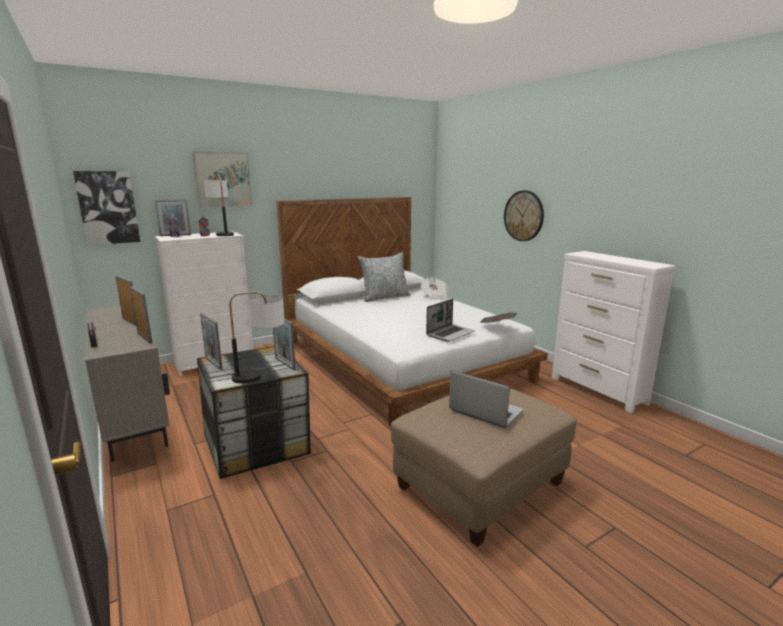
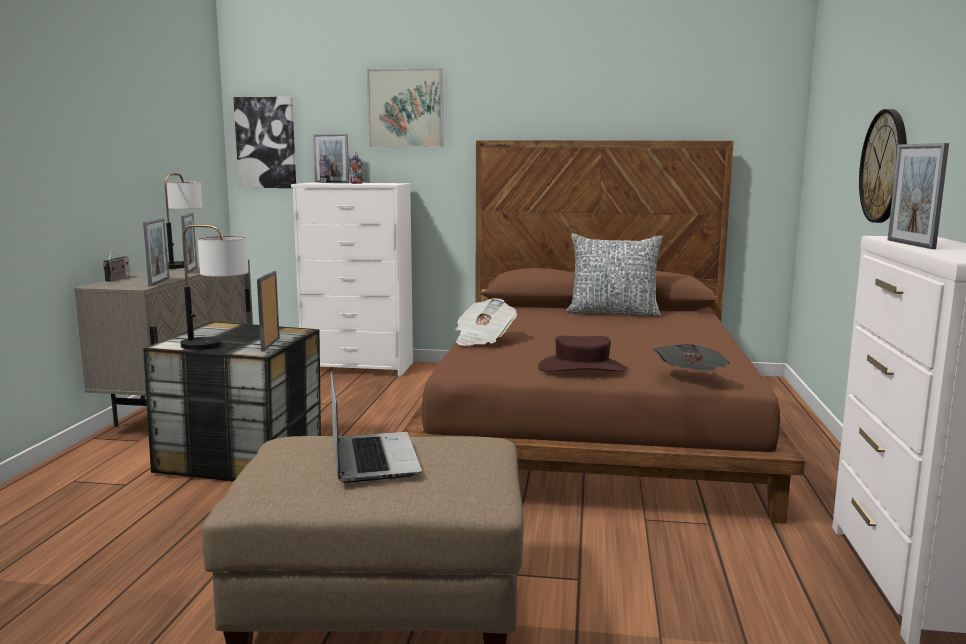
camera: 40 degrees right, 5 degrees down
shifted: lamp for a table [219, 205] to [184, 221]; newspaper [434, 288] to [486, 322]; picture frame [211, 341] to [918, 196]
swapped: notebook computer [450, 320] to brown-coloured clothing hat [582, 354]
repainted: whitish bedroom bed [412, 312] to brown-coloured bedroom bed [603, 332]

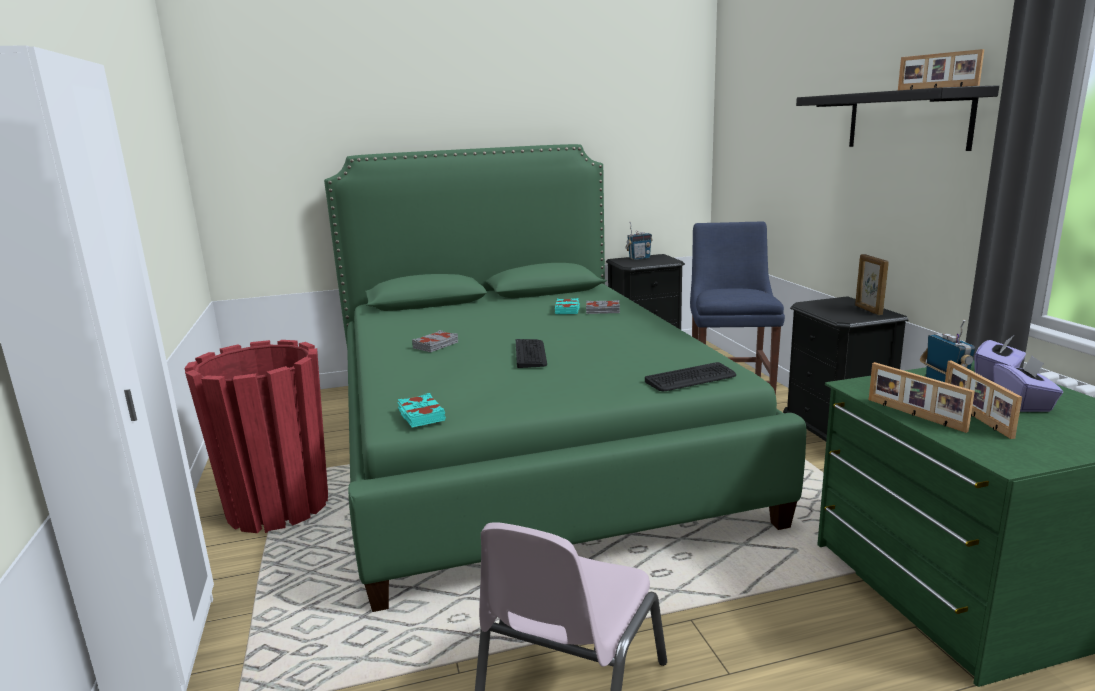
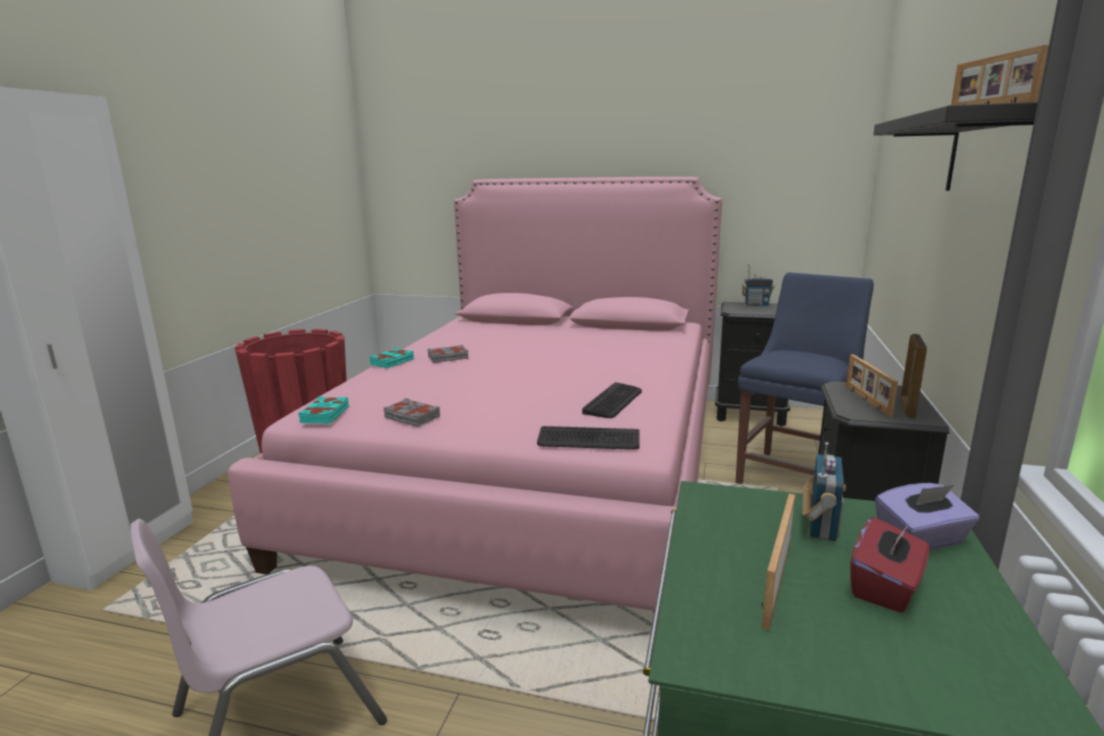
camera: 30 degrees right, 0 degrees up
shifted: blue-green volume [567, 306] to [391, 358]; grey volume [603, 307] to [411, 412]; PC keyboard [531, 353] to [612, 400]; picture frame [922, 397] to [872, 385]
repainted: greenish bedroom bed [565, 378] to pinkish bedroom bed [475, 394]; purplish tissue box [1028, 383] to red tissue box [889, 565]

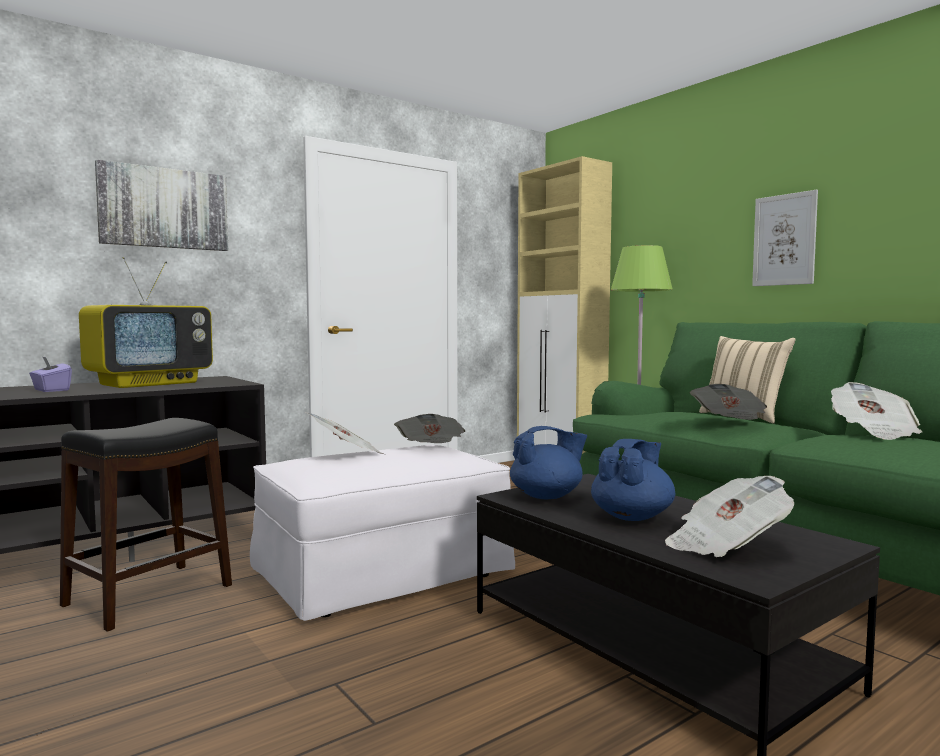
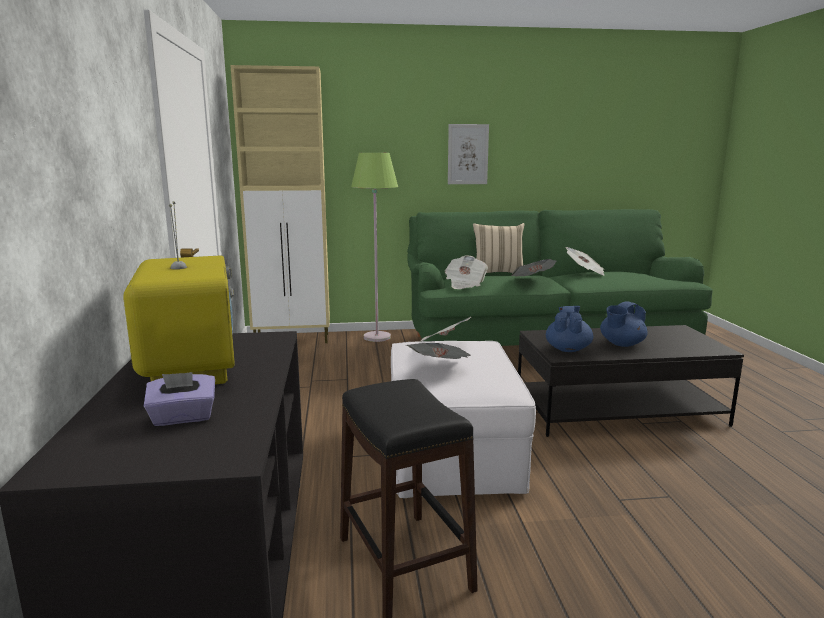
camera: 60 degrees left, 10 degrees up
gone: picture [161, 205]
shifted: newspaper [729, 516] to [466, 272]
rotated: blue-coloured teapot [633, 480] = [624, 324] 105 degrees counterclockwise

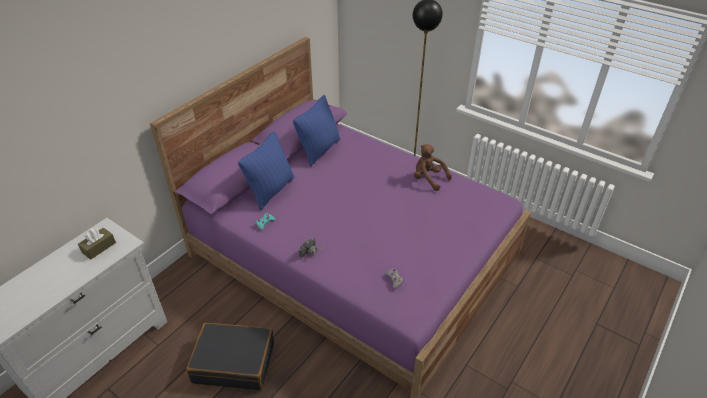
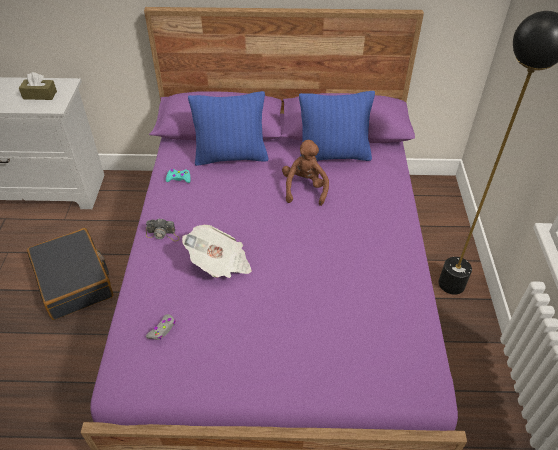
camera: 55 degrees right, 5 degrees up
new: newspaper [217, 251]
shifted: brown-coloured cuddly toy [433, 167] to [305, 173]

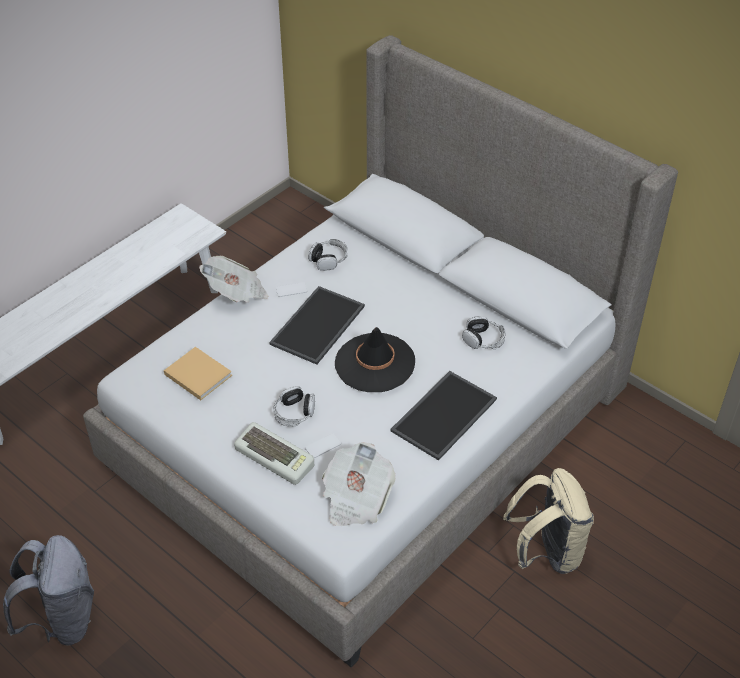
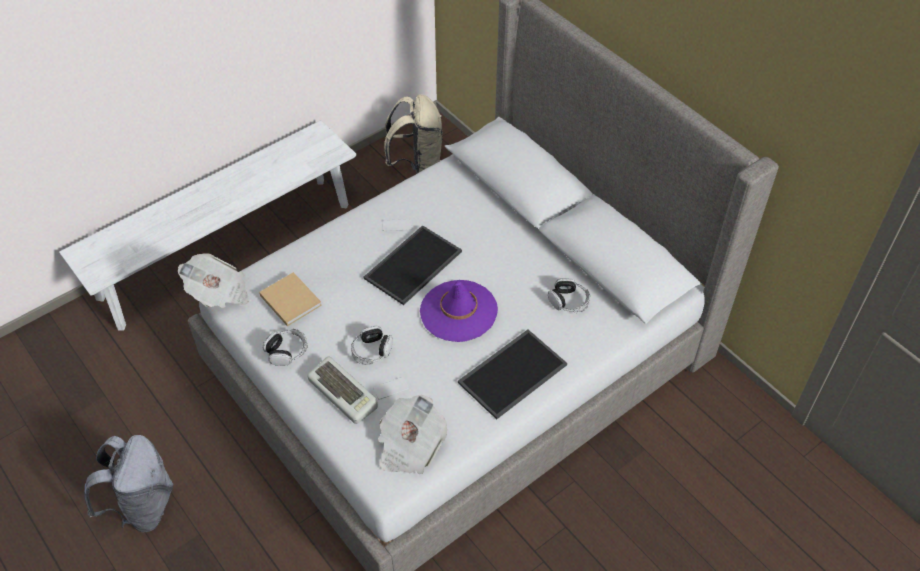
camera: 10 degrees right, 5 degrees up
shifted: pair of headphones [327, 255] to [285, 347]; newspaper [234, 279] to [213, 280]; beige knapsack [548, 521] to [413, 134]
repainted: black clothing hat [375, 359] to purplish clothing hat [459, 311]

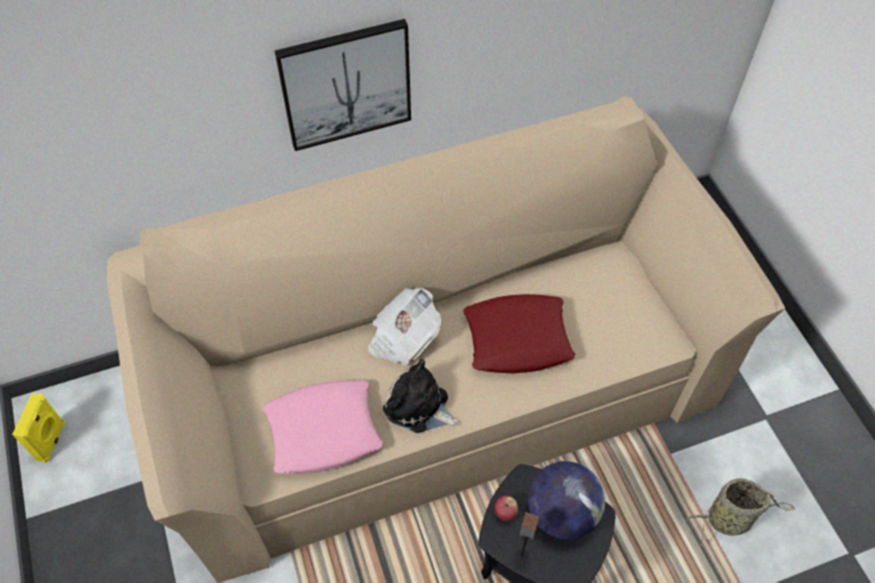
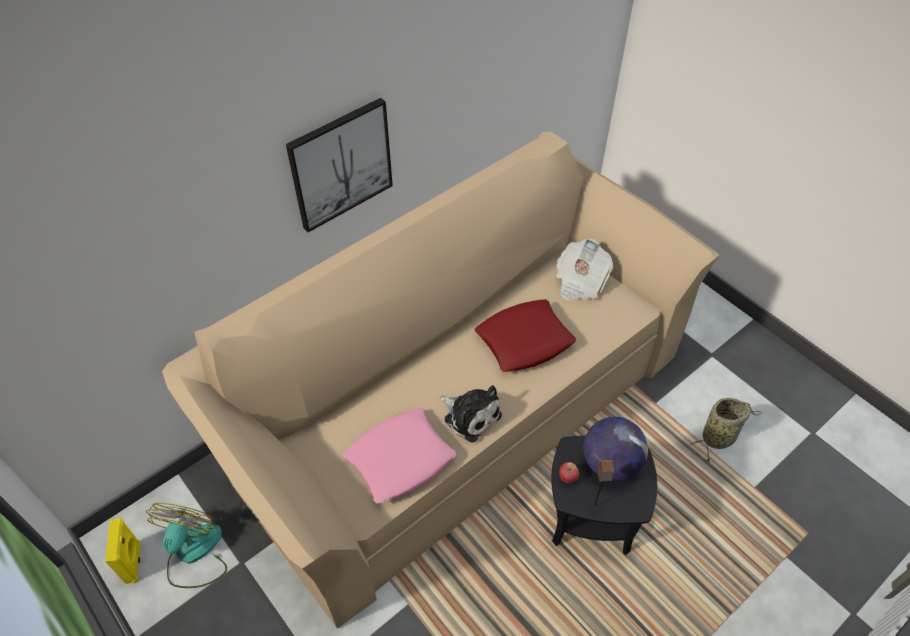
camera: 20 degrees left, 5 degrees down
new: fan [186, 545]
shifted: newspaper [404, 327] to [584, 269]
rotated: cuddly toy [421, 396] = [471, 414] 150 degrees counterclockwise

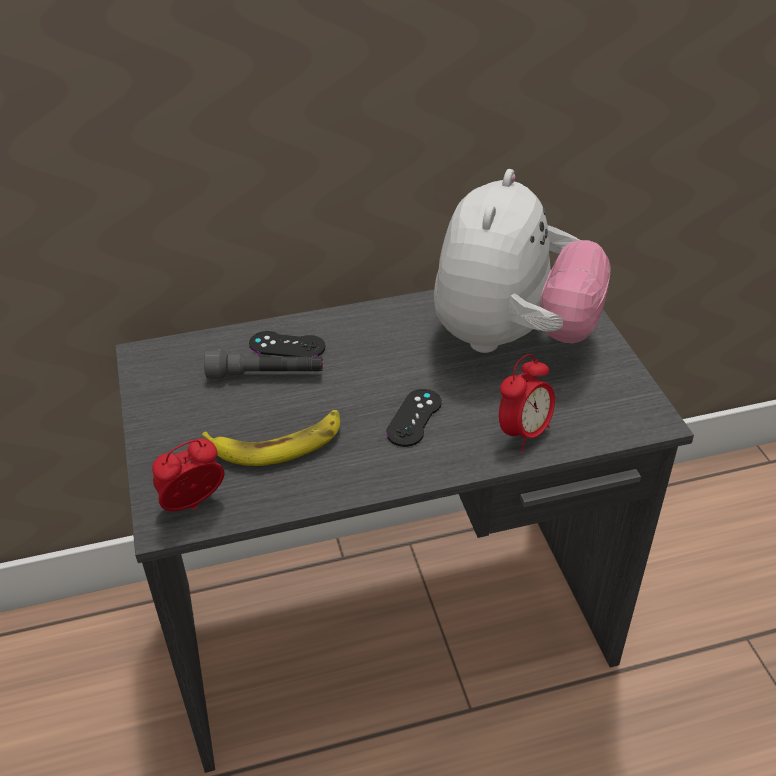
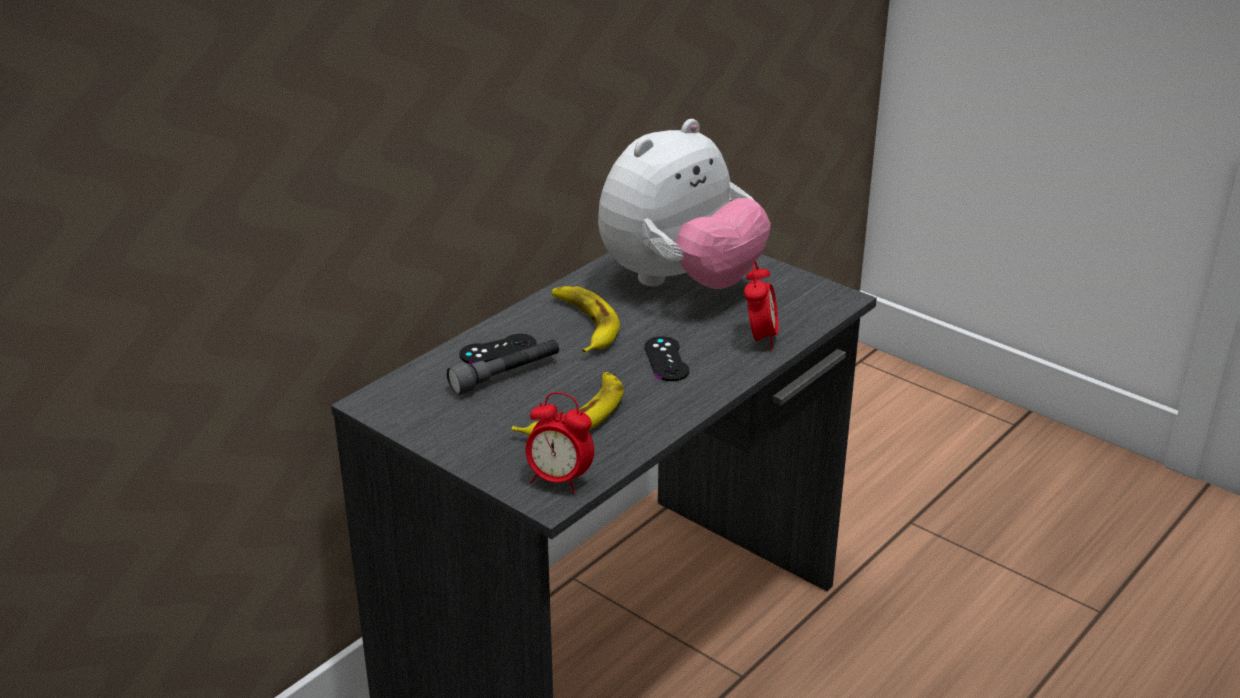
camera: 35 degrees left, 10 degrees down
new: banana fruit [586, 319]
rotated: cuddly toy [522, 261] = [684, 204] 60 degrees clockwise; alarm clock [188, 475] = [560, 442] 90 degrees counterclockwise

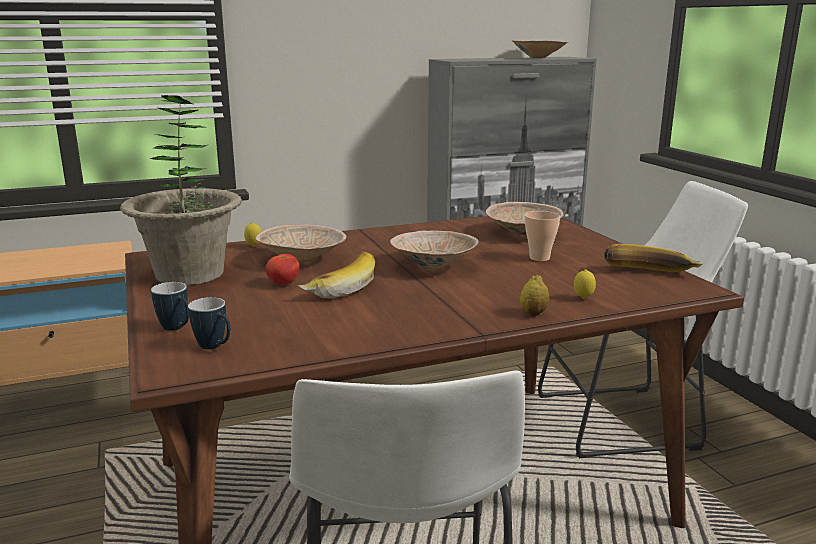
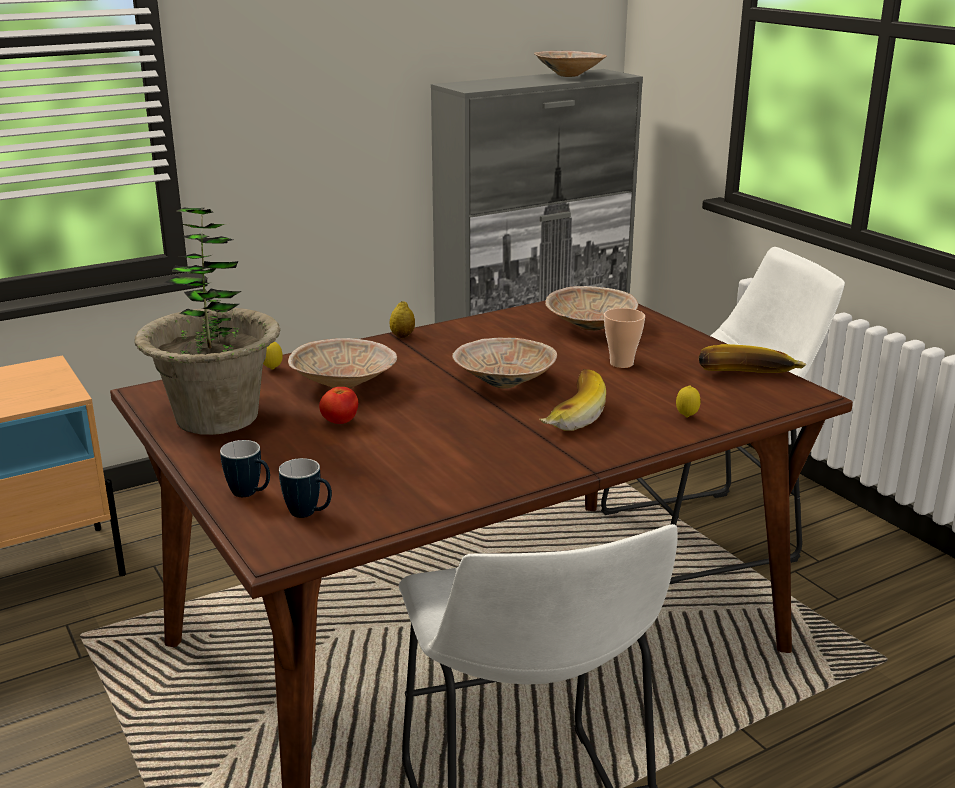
camera: 10 degrees left, 5 degrees up
shifted: banana fruit [336, 275] to [572, 400]; lemon [534, 295] to [402, 319]

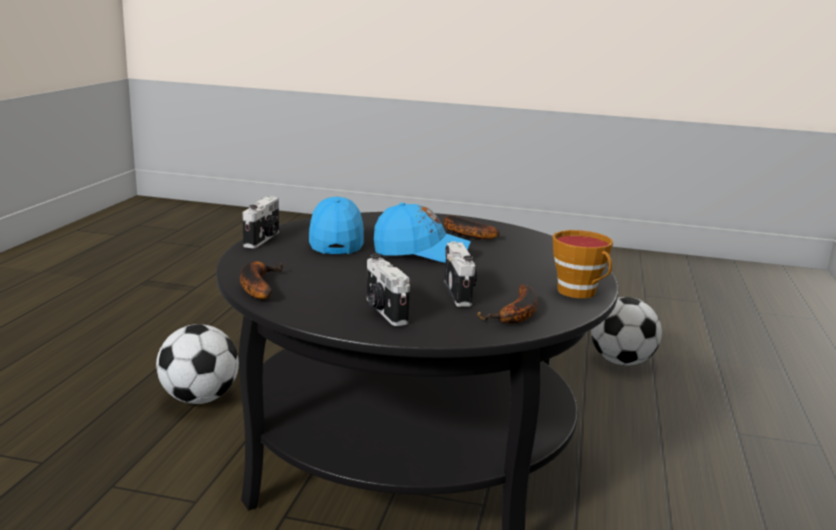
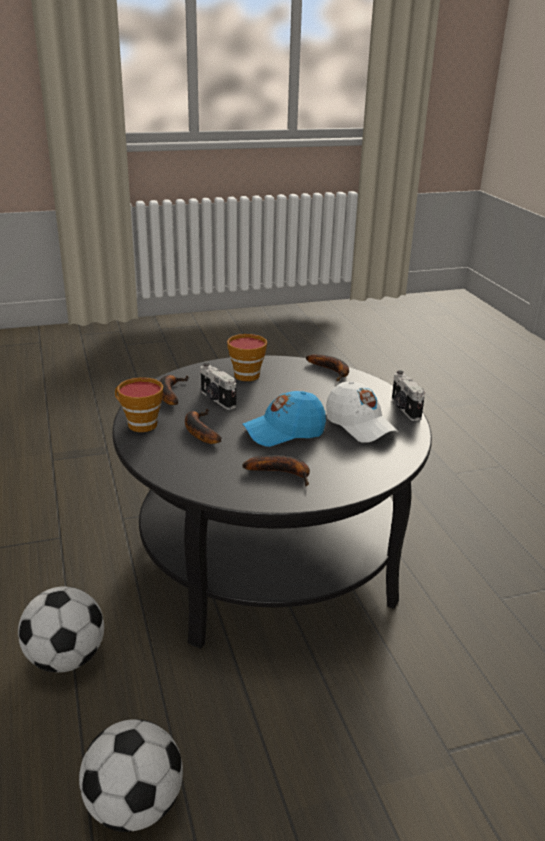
camera: 150 degrees right, 10 degrees up
new: banana fruit [203, 426]
shifted: football ball [197, 364] to [61, 629]
swapped: photo camera [388, 290] to small cup [247, 357]
repainted: blue-coloured peaked cap [336, 225] to whitish peaked cap [362, 412]

